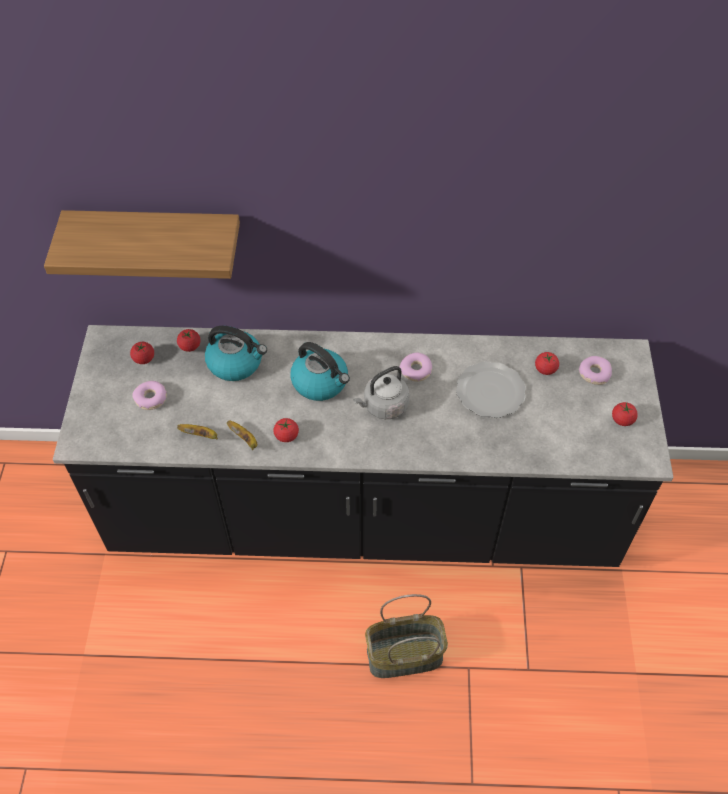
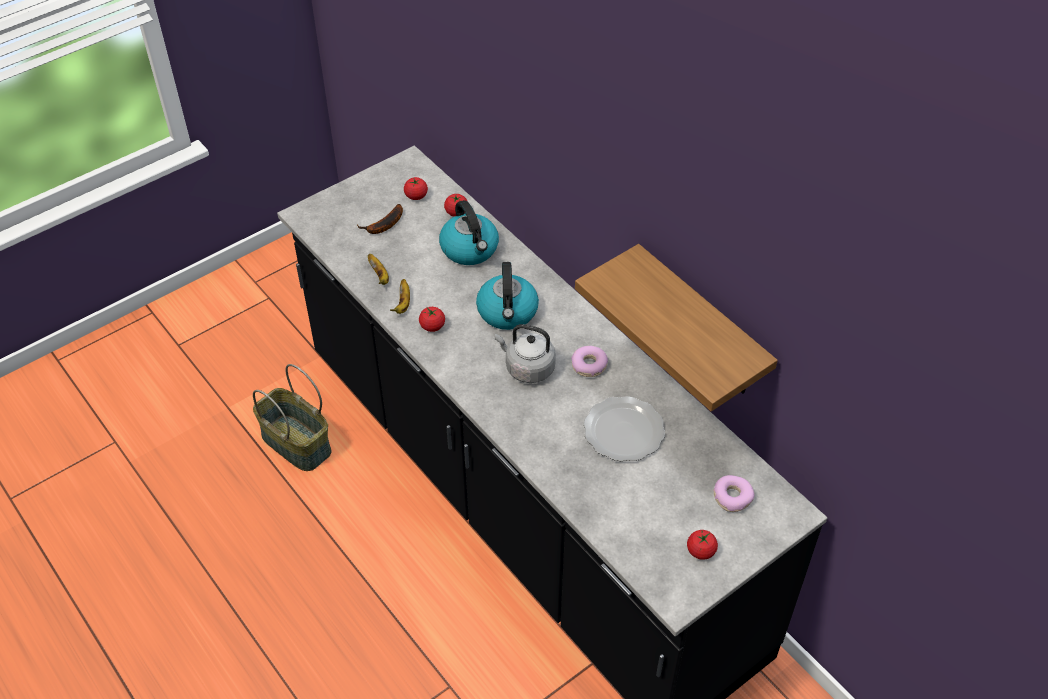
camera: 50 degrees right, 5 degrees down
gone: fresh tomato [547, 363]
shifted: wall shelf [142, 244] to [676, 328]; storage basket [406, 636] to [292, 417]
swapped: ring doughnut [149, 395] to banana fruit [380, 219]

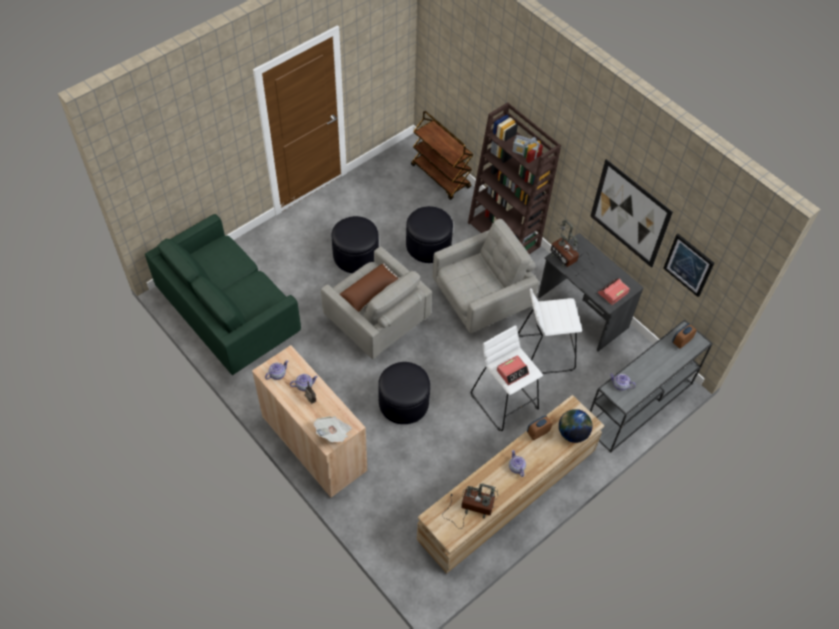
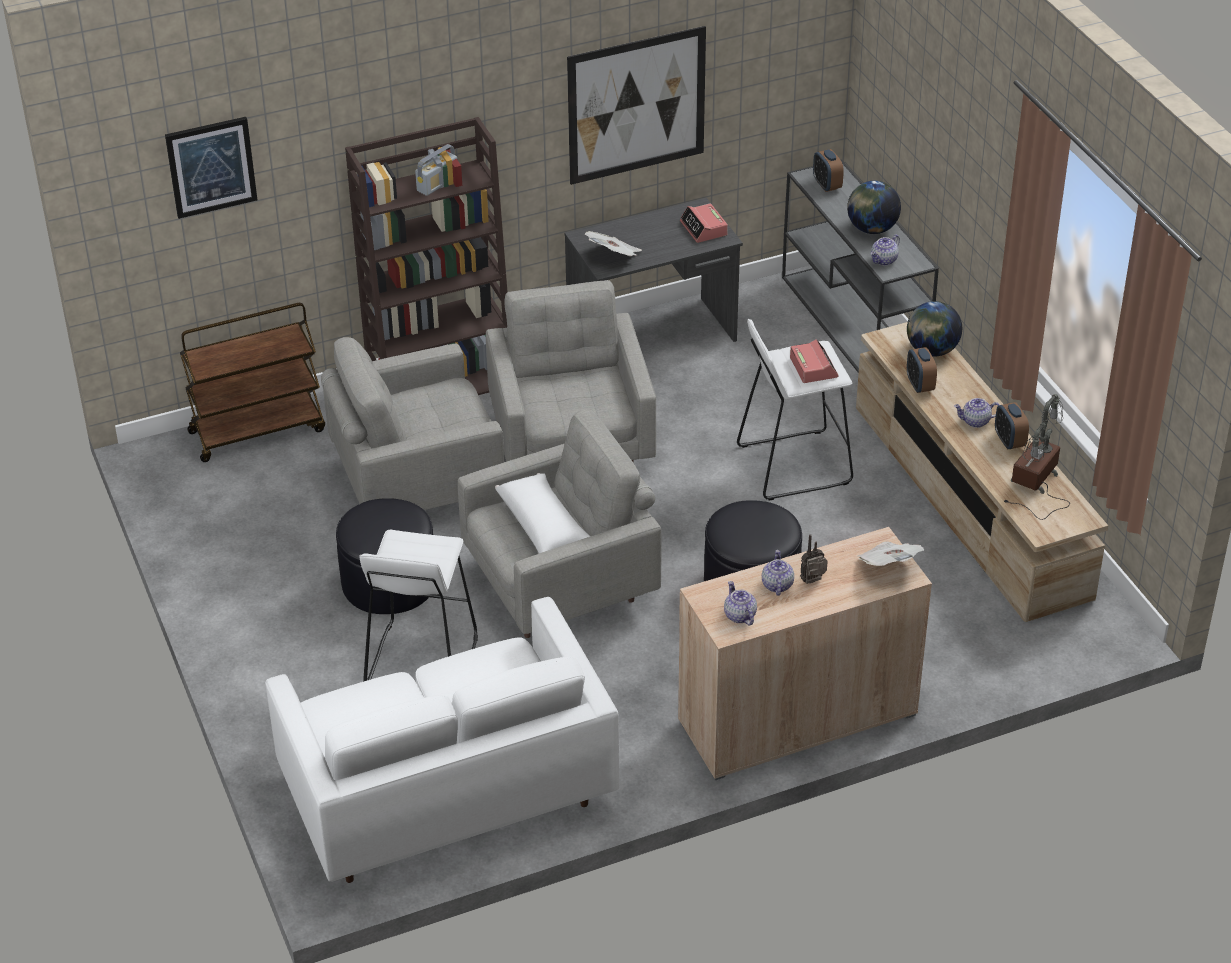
camera: 70 degrees left, 15 degrees down
new: desk globe [874, 207]; alarm clock [1012, 426]
shifted: picture [689, 265] to [211, 168]; whitish stool seat [550, 331] to [418, 606]
swapped: black ottoman [429, 234] to grey lounge chair [413, 423]; lamp for a table [572, 247] to newspaper [613, 244]
repainted: greenish sofa [223, 294] to whitish sofa [442, 740]; brown-coloured pillow [370, 287] to whitish pillow [542, 513]

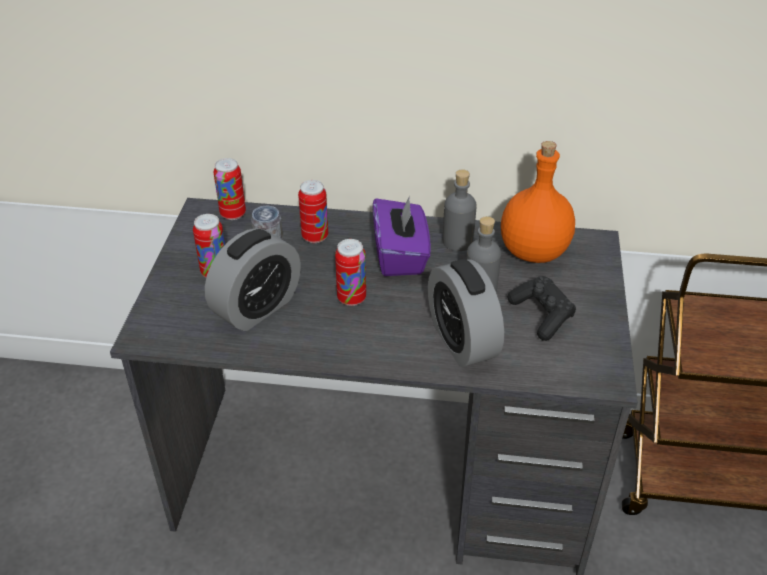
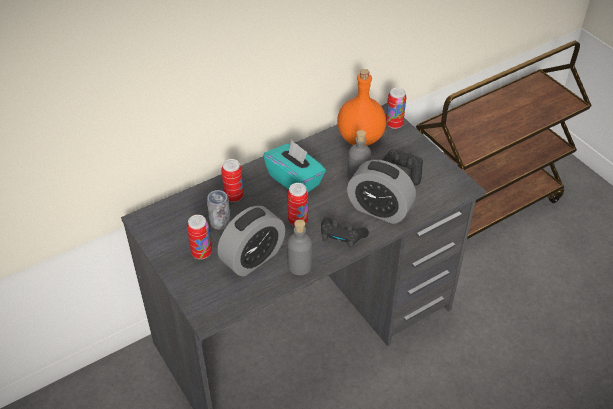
camera: 40 degrees left, 5 degrees up
new: black joypad [345, 233]
shifted: can [230, 189] to [396, 108]; grey drink bottle [460, 210] to [299, 247]
repainted: purplish tissue box [401, 235] to blue-green tissue box [294, 165]
rotated: alarm clock [253, 279] = [251, 241] 45 degrees clockwise

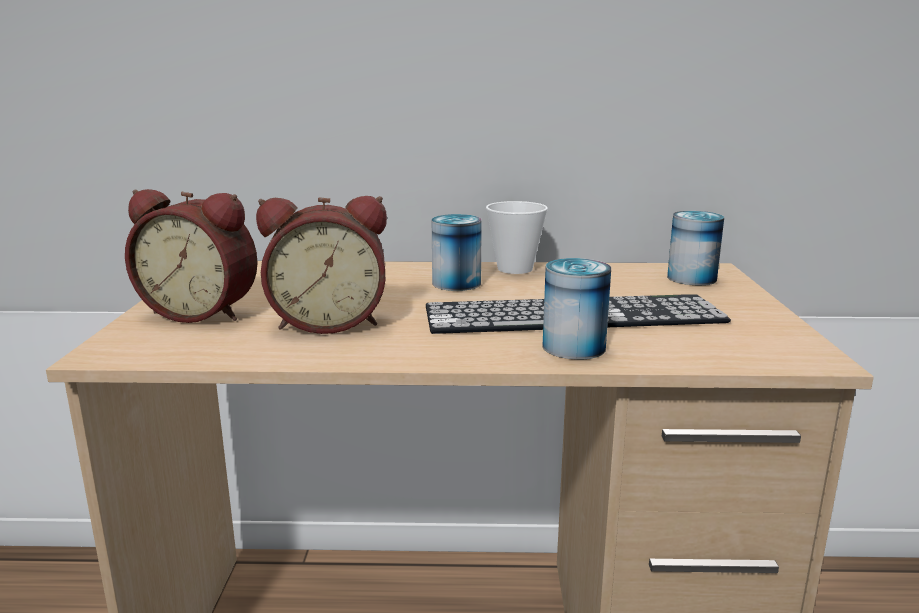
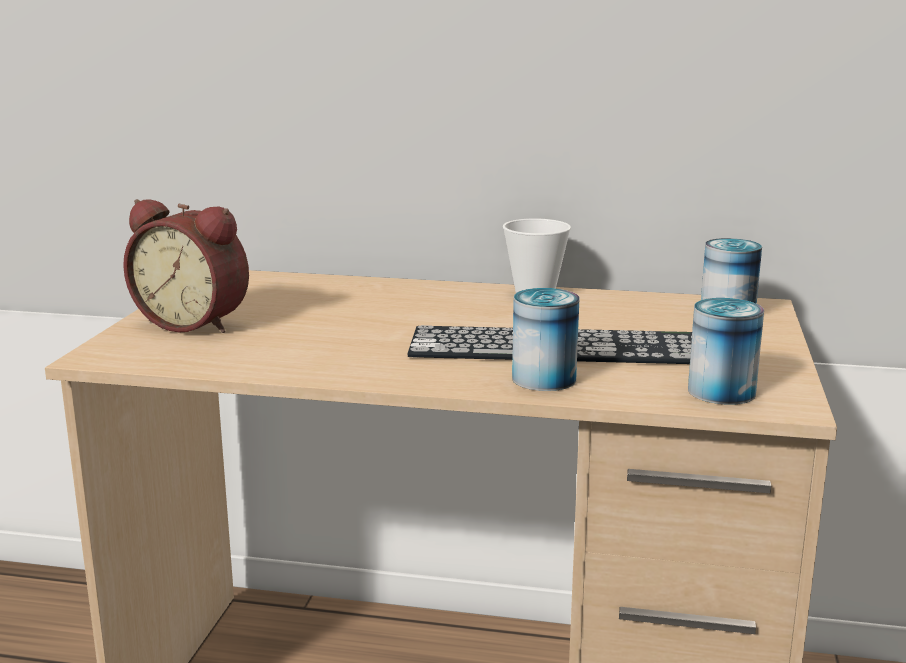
camera: 10 degrees right, 0 degrees up
gone: alarm clock [321, 265]
shifted: can [457, 252] to [726, 351]

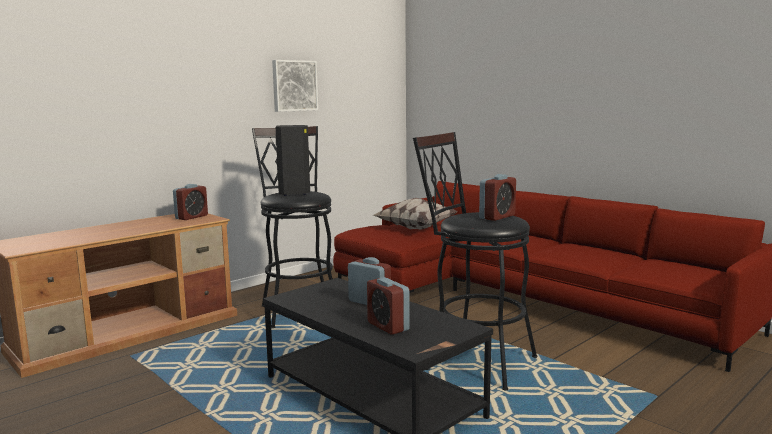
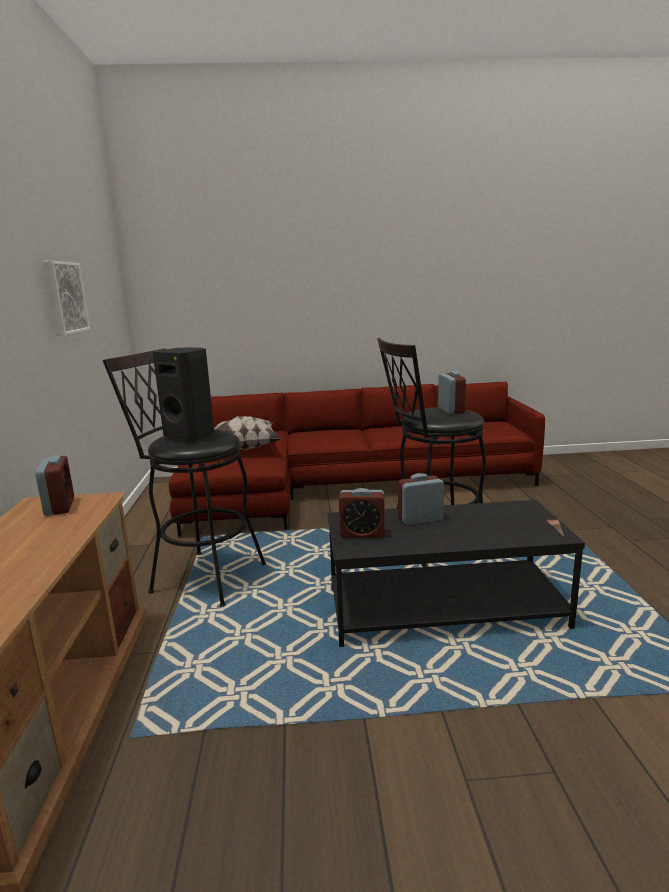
camera: 50 degrees left, 5 degrees up
shifted: alarm clock [388, 306] to [362, 513]

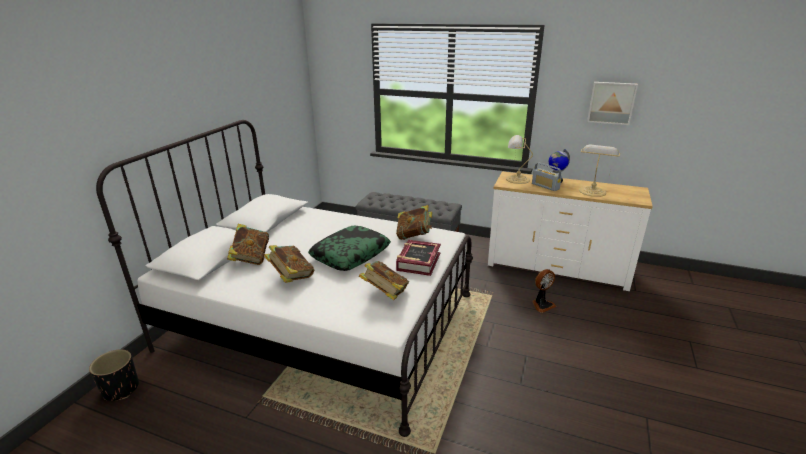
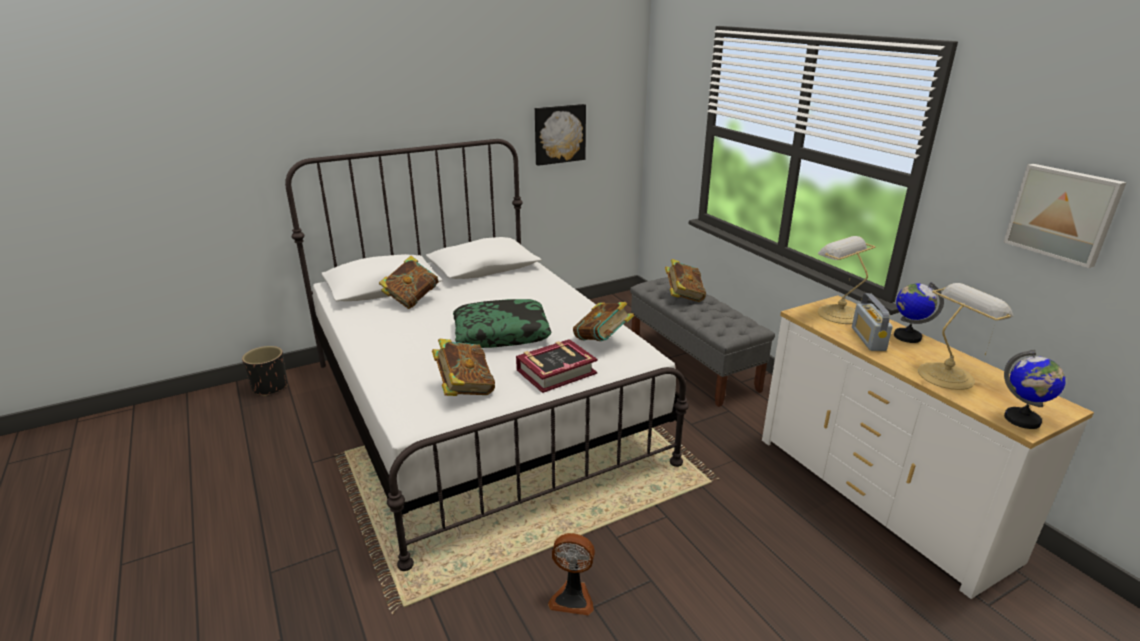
camera: 40 degrees right, 0 degrees up
new: picture [560, 135]; desk globe [1035, 389]
shifted: volume [289, 264] to [685, 280]; fan [544, 291] to [571, 574]

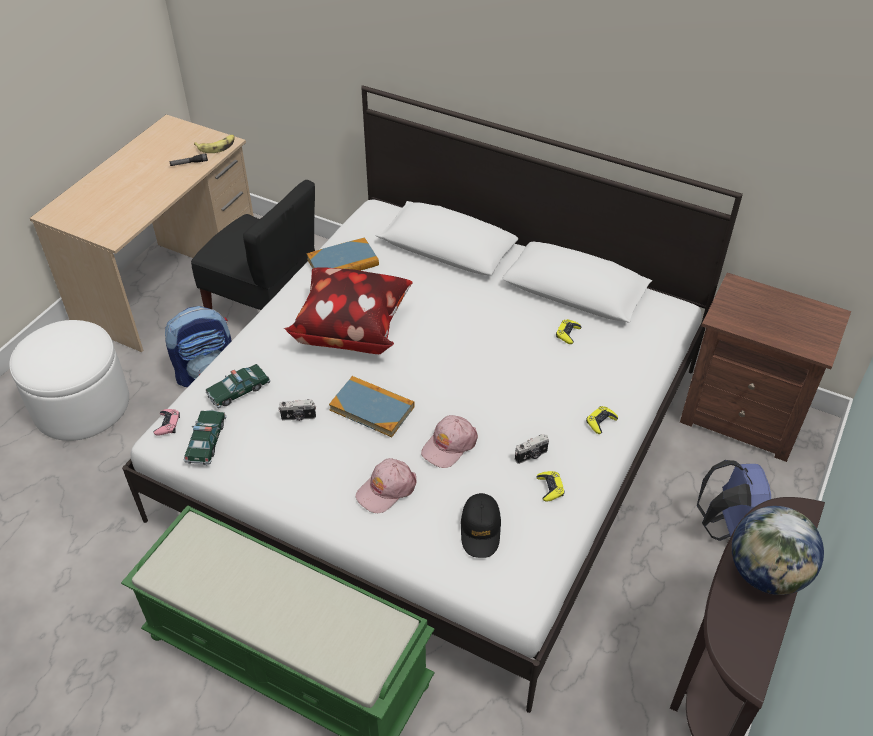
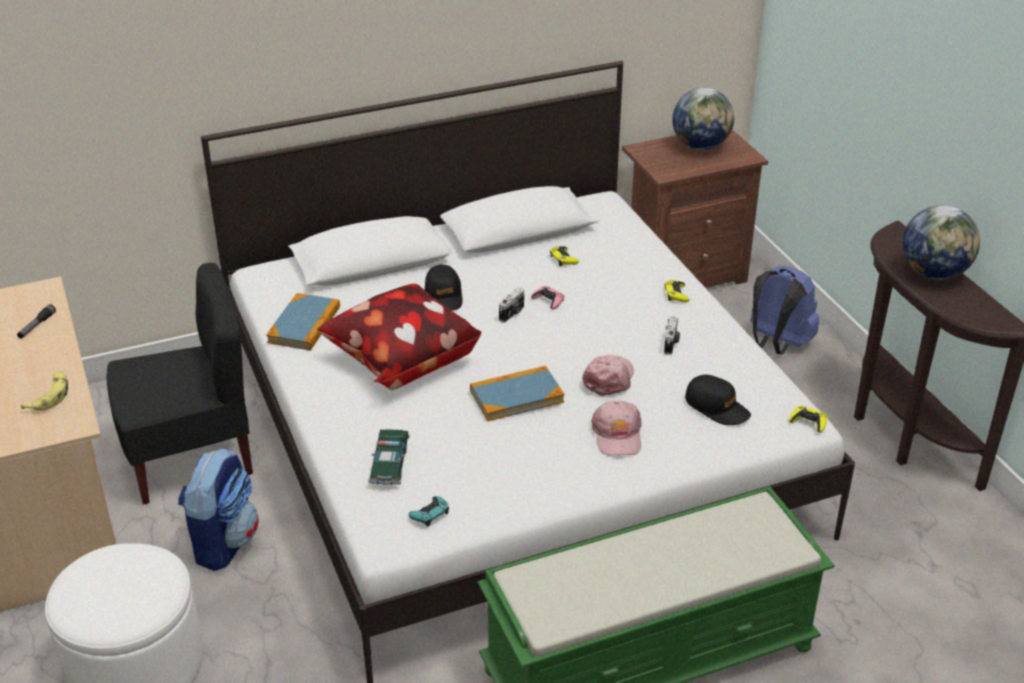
camera: 50 degrees left, 10 degrees down
new: desk globe [703, 119]; black peaked cap [444, 287]
shifted: banana fruit [214, 144] to [44, 391]; photo camera [297, 410] to [511, 305]; pinkish joypad [166, 422] to [547, 298]; yellow-coloured joypad [550, 486] to [808, 419]
swapped: model car [205, 438] to blue-green joypad [428, 511]
rotated: pinkish peaked cap [449, 441] = [608, 375] 150 degrees counterclockwise

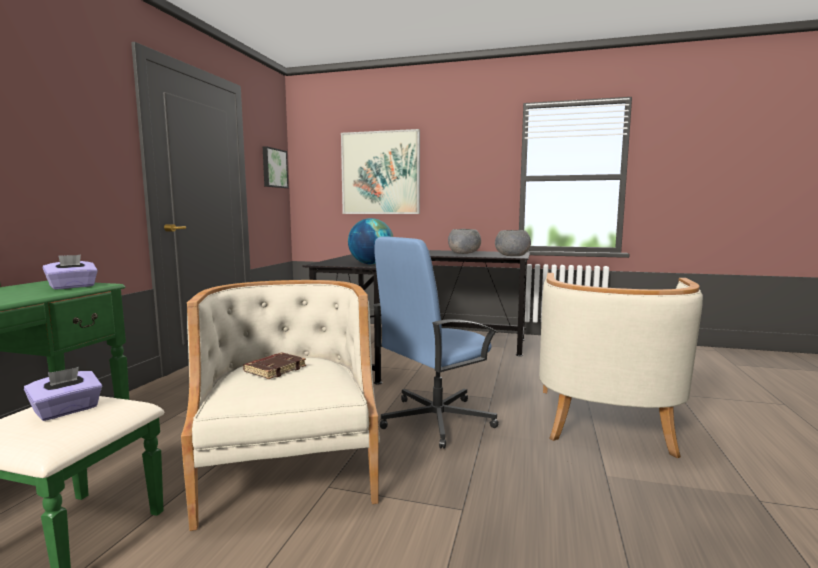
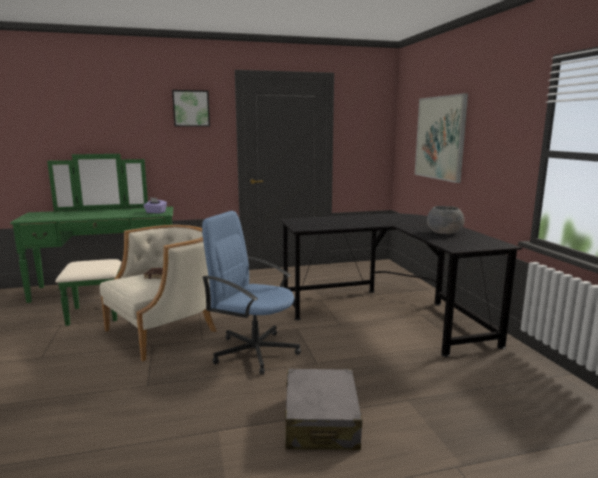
camera: 60 degrees right, 5 degrees up
gone: desk globe [370, 241]; grey serving bowl [513, 243]; purplish tissue box [63, 394]
shifted: picture [275, 167] to [191, 108]
swapped: beige lounge chair [621, 365] to grey piece of luggage [324, 409]

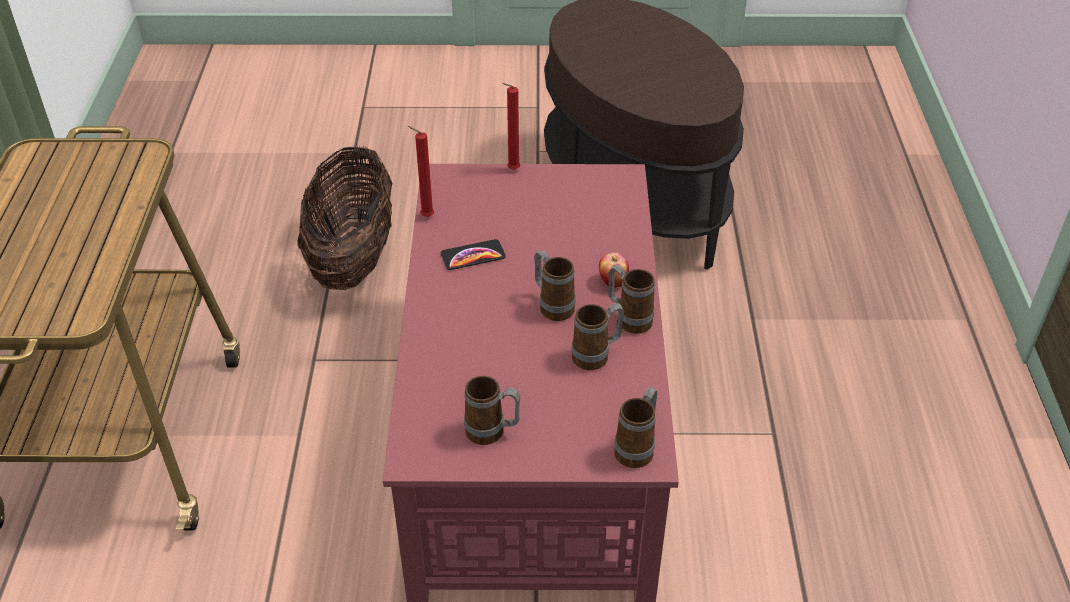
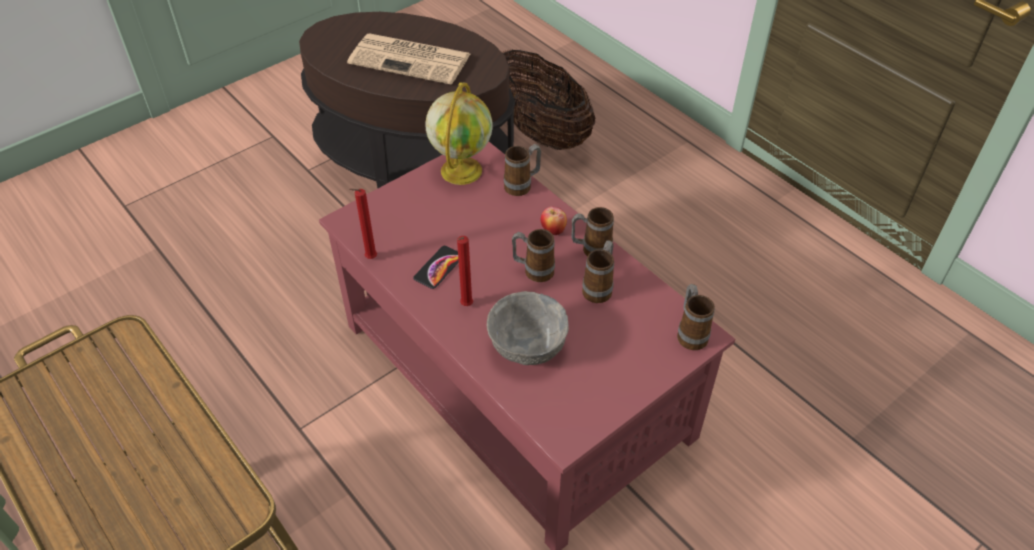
camera: 40 degrees left, 5 degrees up
new: newspaper [408, 58]; desk globe [459, 133]; grey serving bowl [528, 328]
shifted: red wax candle [511, 126] to [465, 271]; storage basket [345, 218] to [548, 99]; tea mug [492, 410] to [522, 170]

